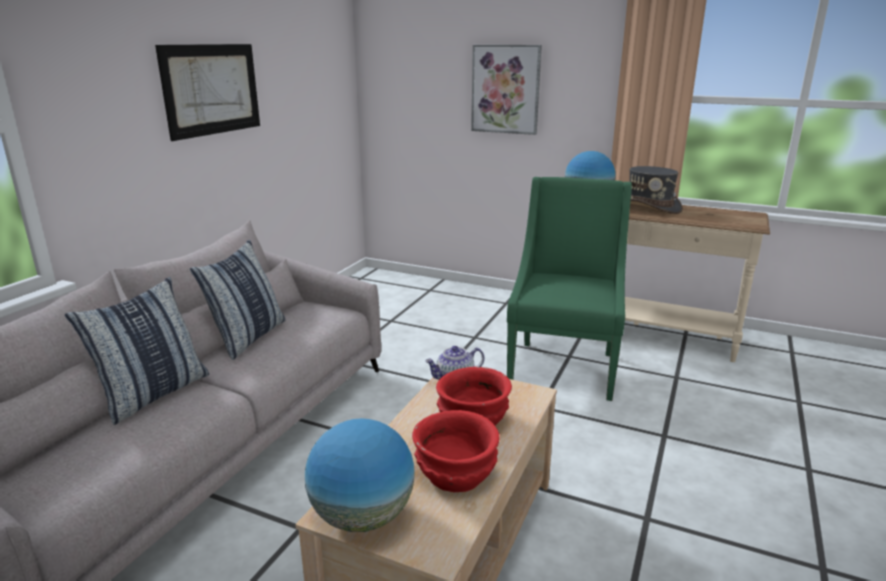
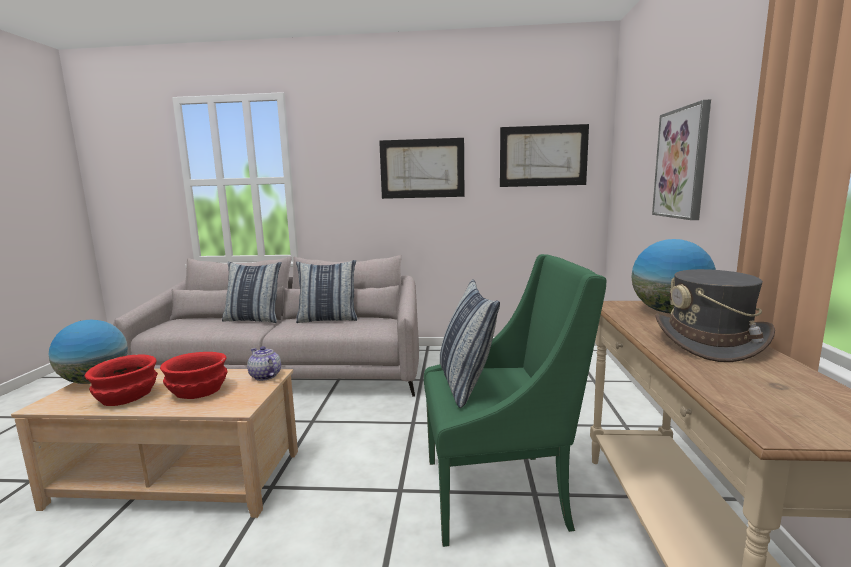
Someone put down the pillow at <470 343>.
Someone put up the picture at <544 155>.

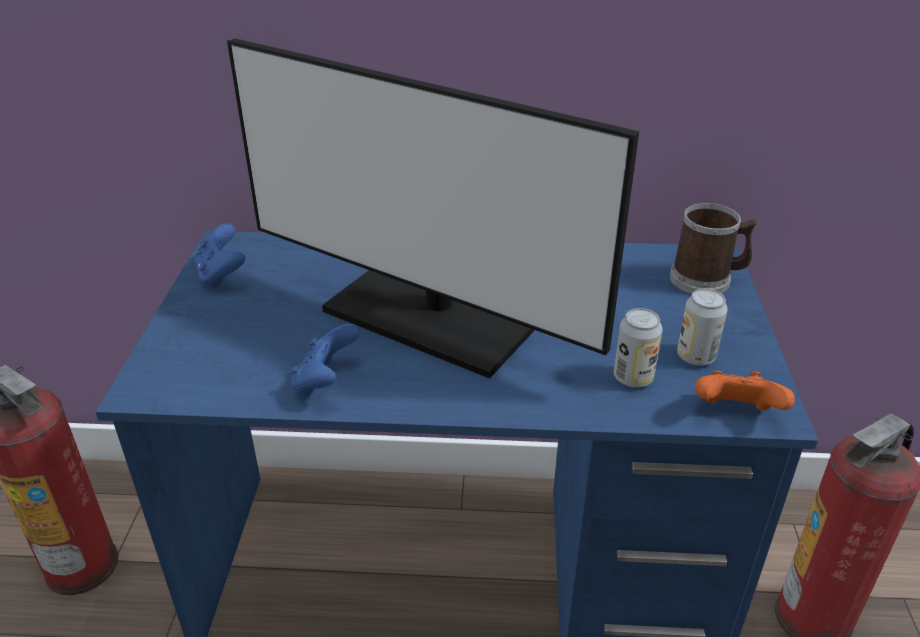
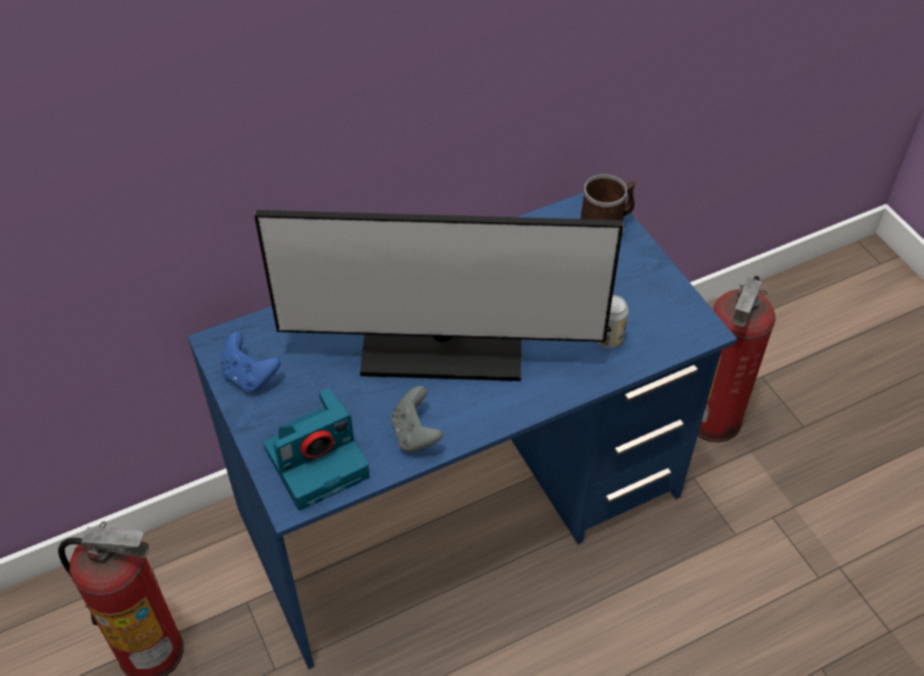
Someone repainted the game controller/blue at <325 359>, which became the game controller/grey at <417 419>.
Someone took away the can at <702 327>.
Someone took away the game controller/orange at <745 391>.
Someone put down the photo camera at <316 448>.

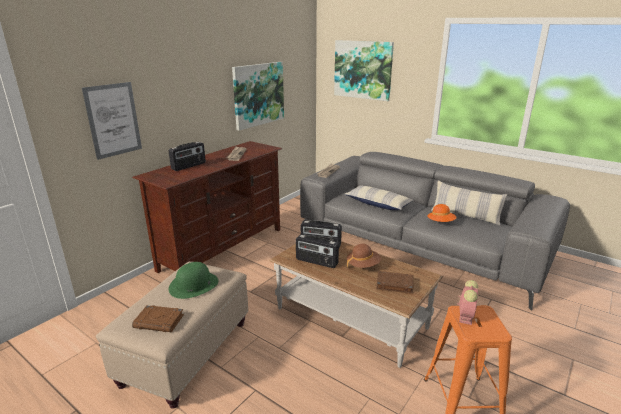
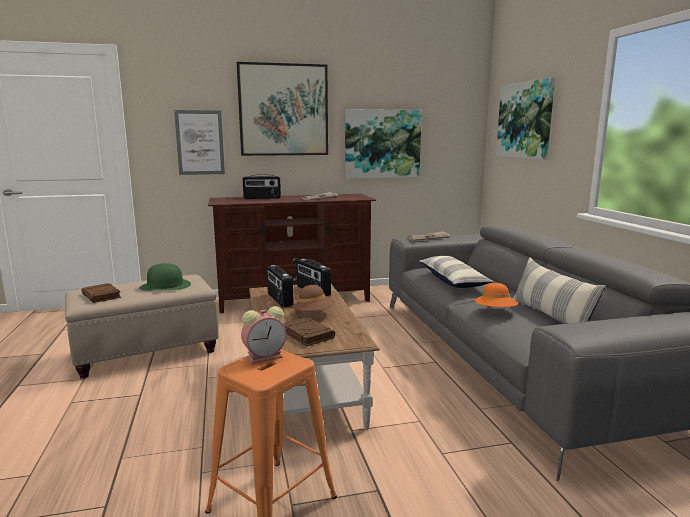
Someone put up the picture at <282 109>.

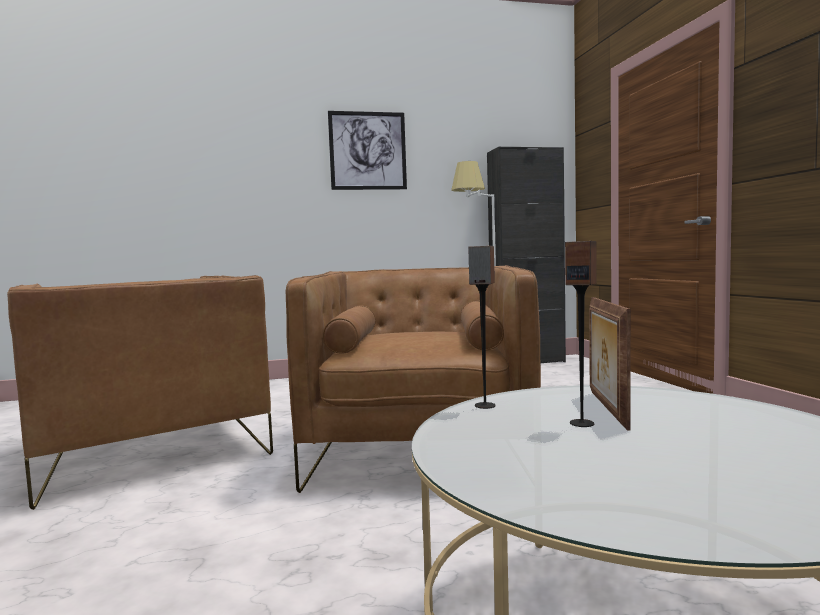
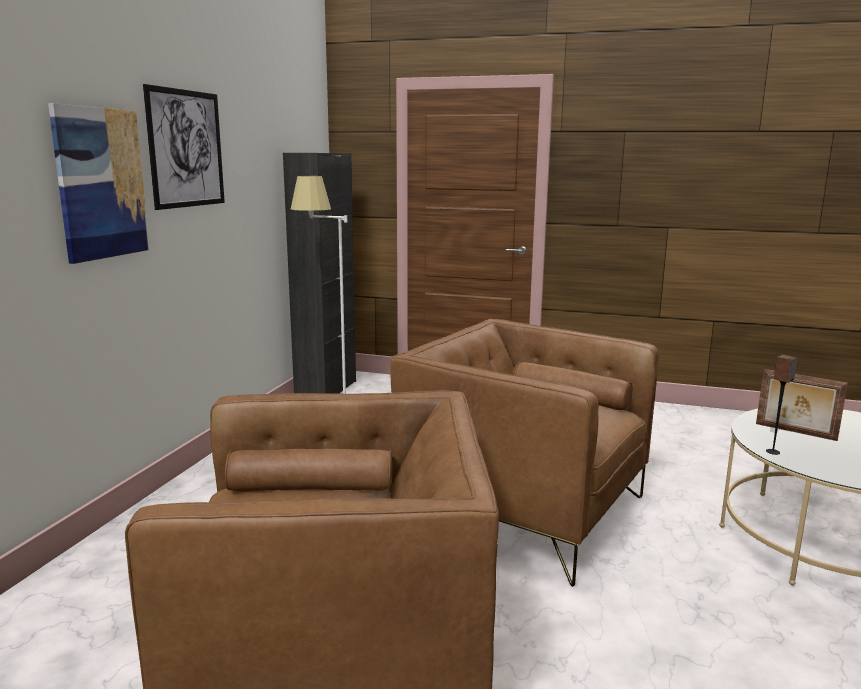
Someone took away the speaker at <581 334>.
Someone put up the picture at <99 183>.

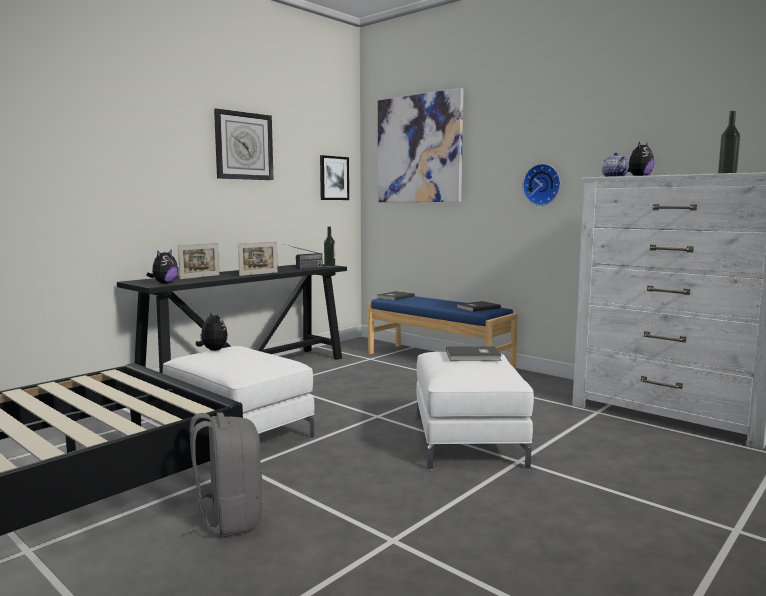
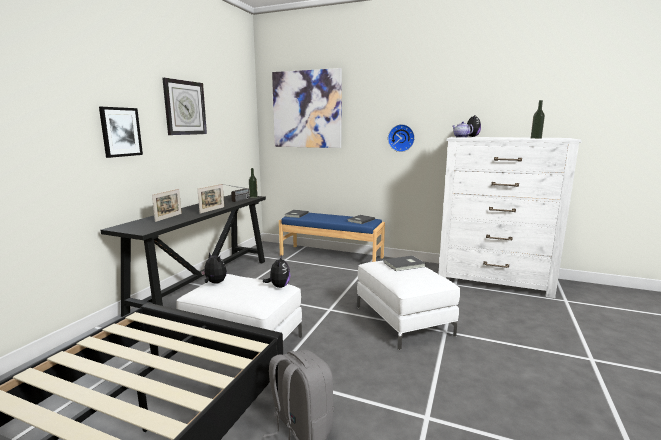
Someone carried the plush toy from <162 266> to <277 271>.
Someone carried the picture from <334 177> to <121 132>.

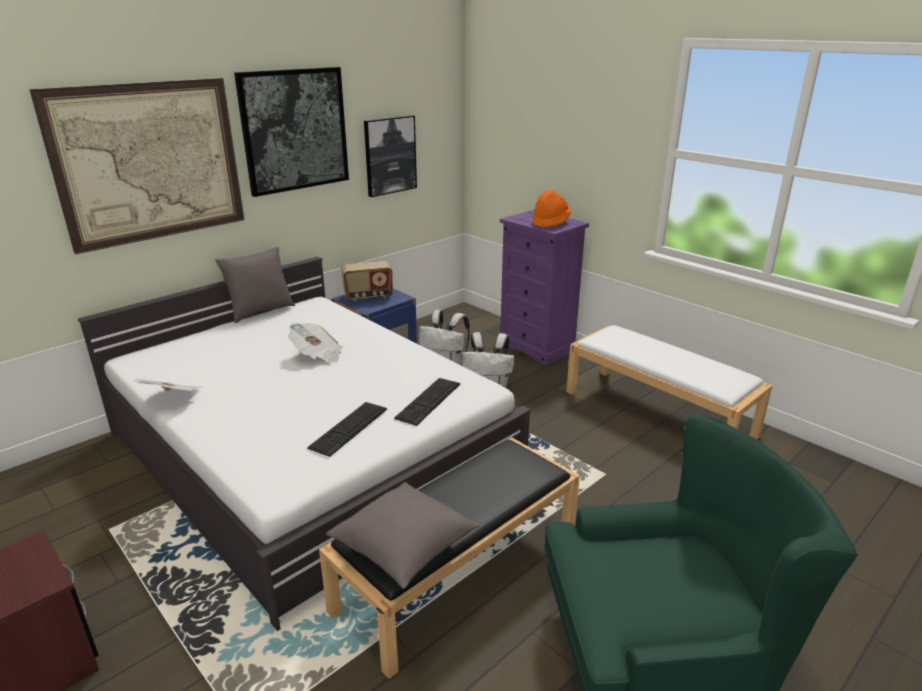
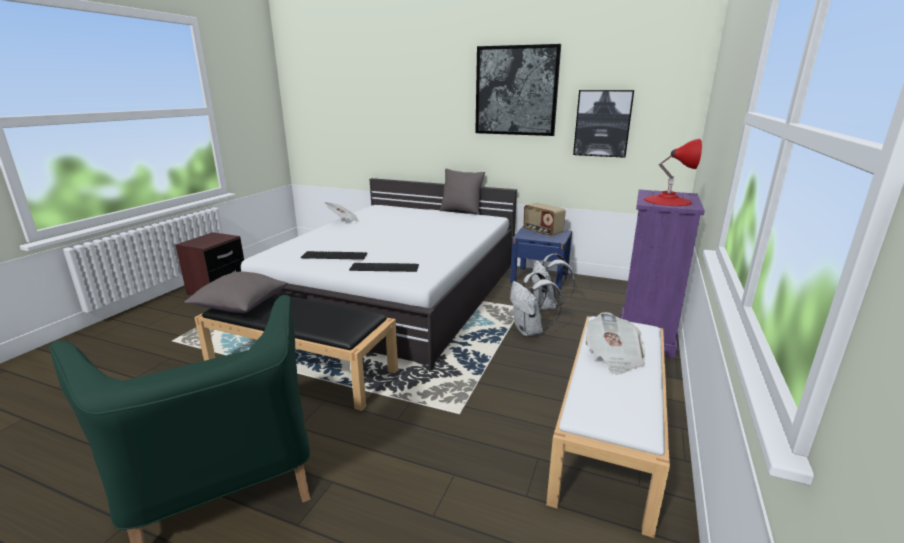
Someone took away the picture at <136 166>.
Someone carried the newspaper from <315 343> to <615 343>.
Someone swapped the hat/orange at <552 208> for the table lamp/red at <673 172>.

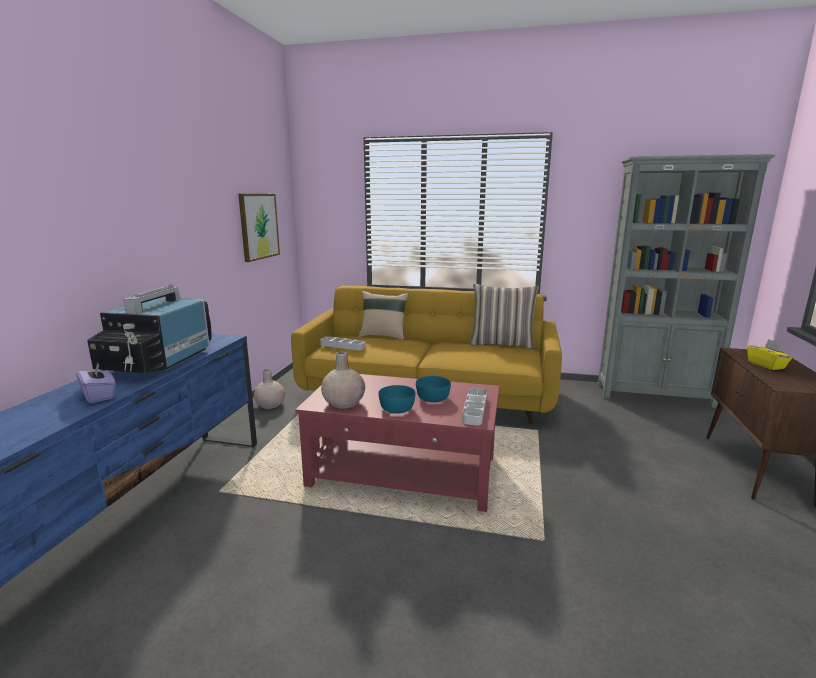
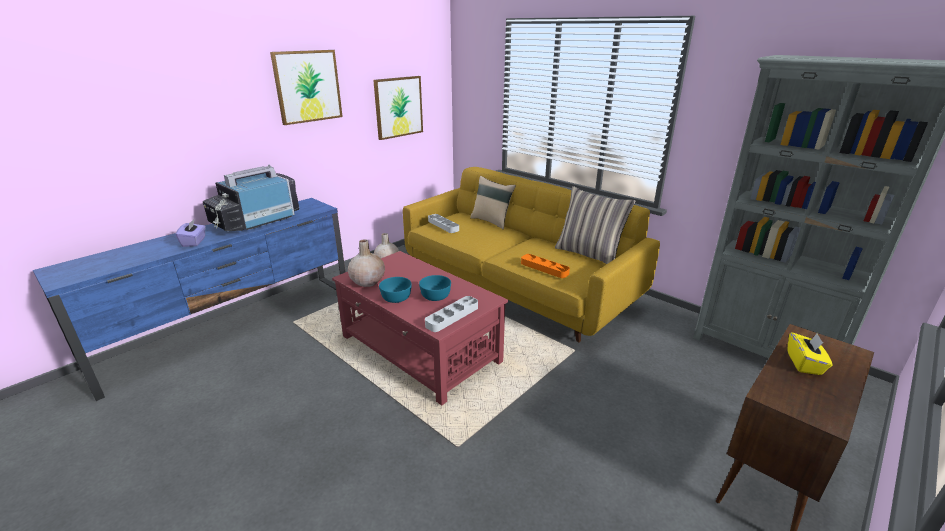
Someone put up the picture at <306 87>.
Someone put down the tray/orange at <545 266>.

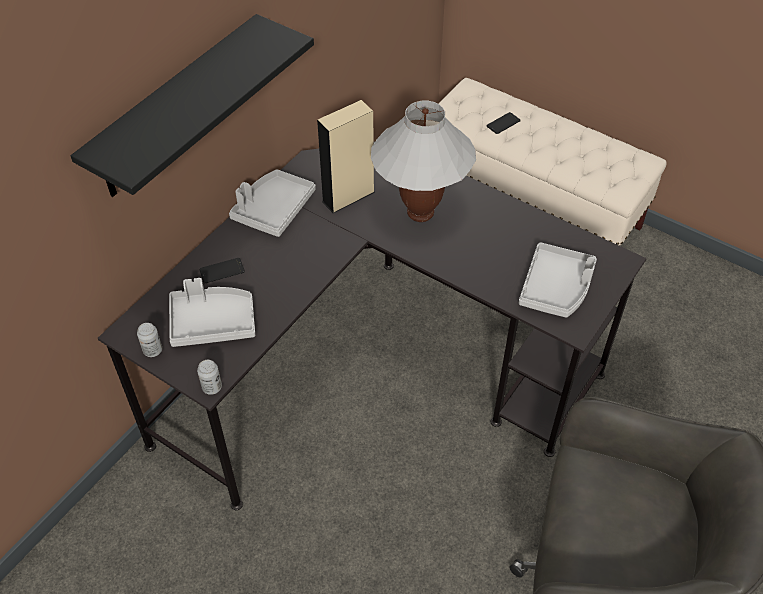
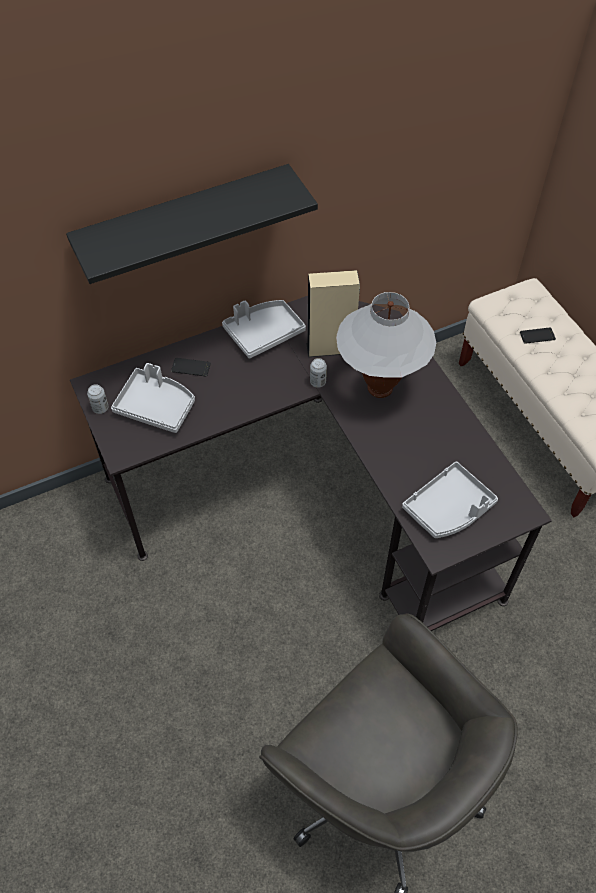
Someone carried the can from <209 377> to <318 373>.

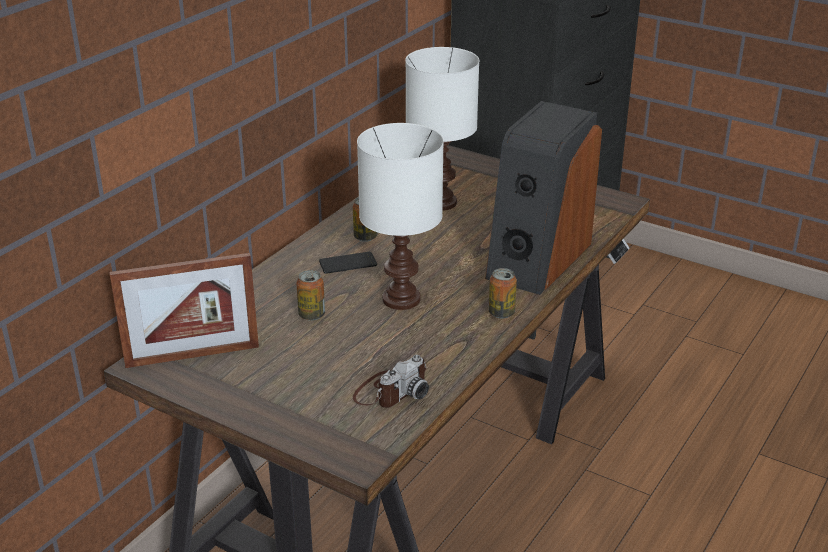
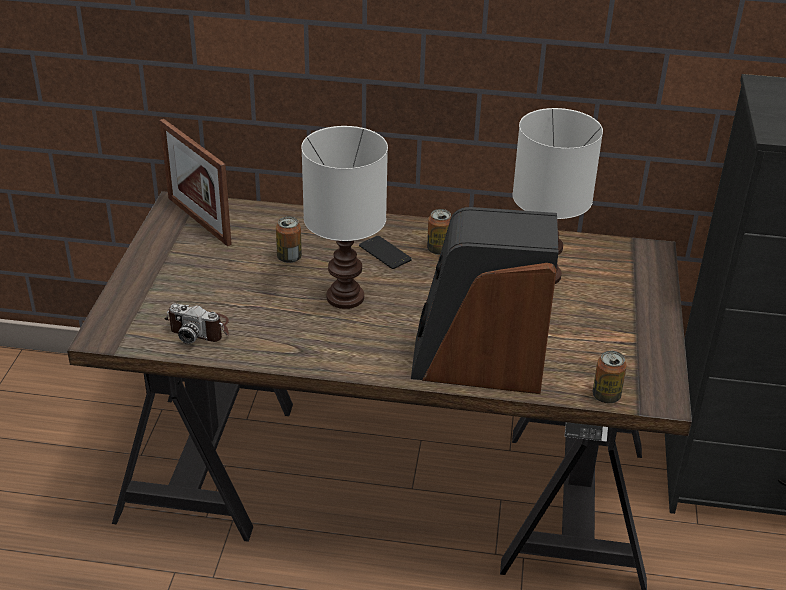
Someone carried the can from <503 293> to <610 377>.

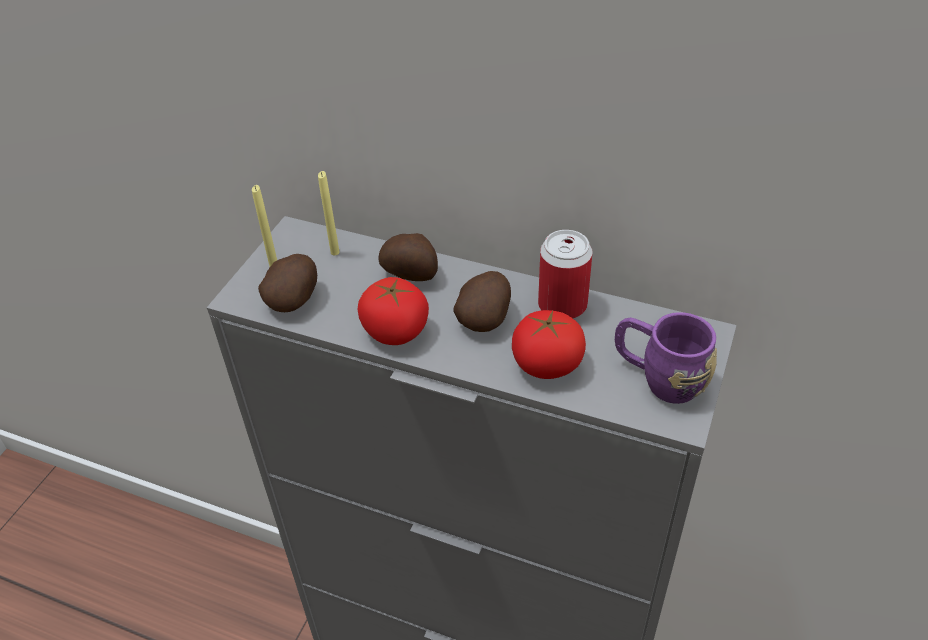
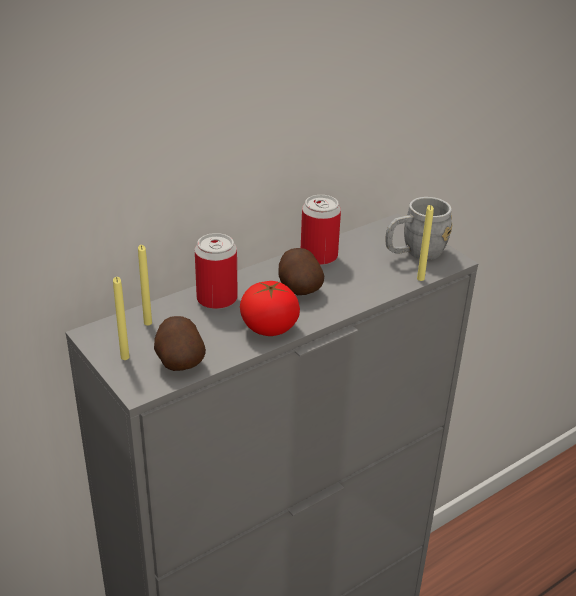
Someone swapped the potato at <408 257> for the can at <216 271>.
Someone took away the tomato at <549 344>.
Someone repainted the mug/purple at <666 358>, which became the mug/grey at <418 228>.
Someone put down the candle/yellow at <425 243>.

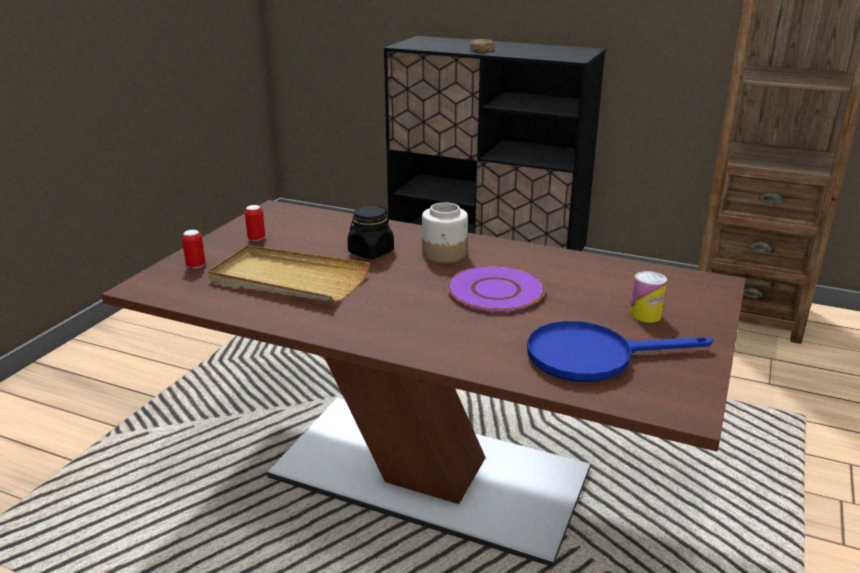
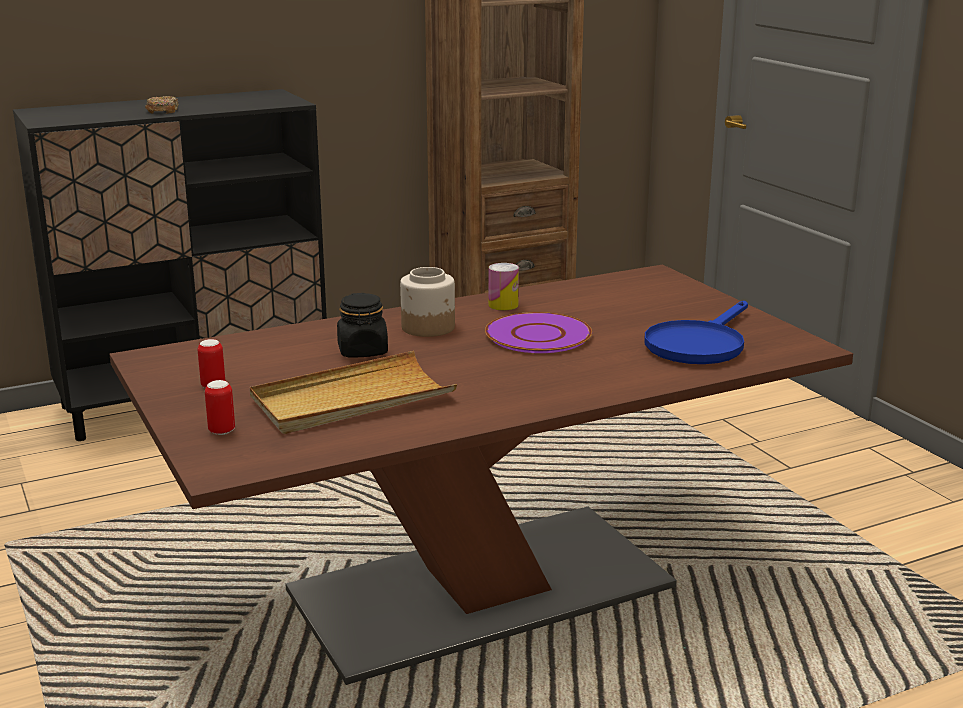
Someone carried the can from <648 297> to <503 287>.

